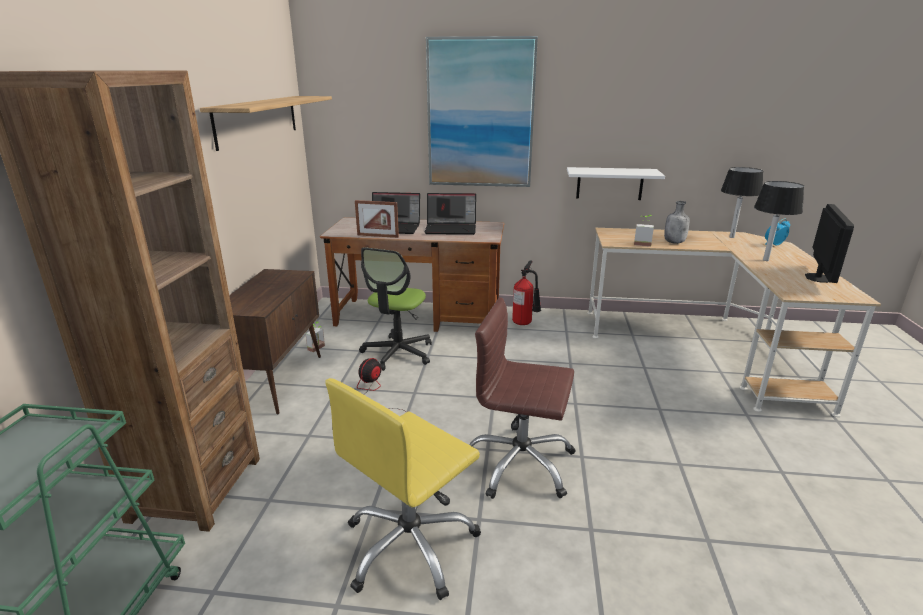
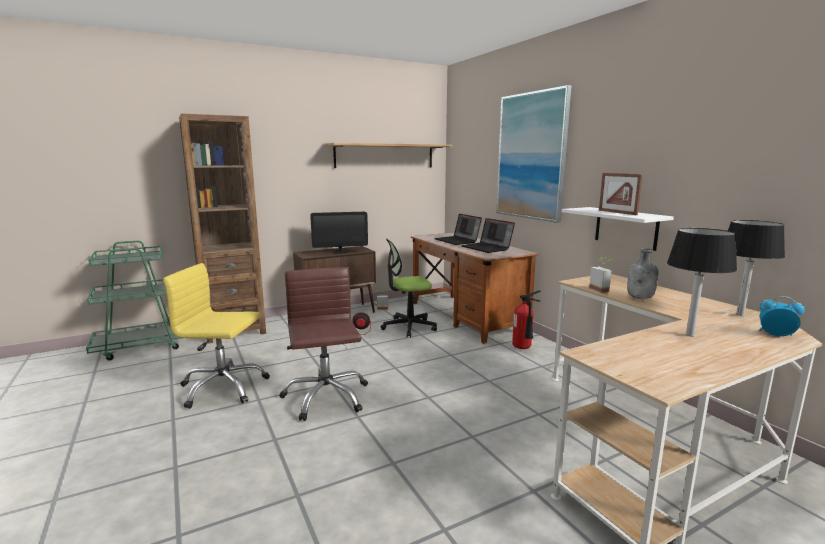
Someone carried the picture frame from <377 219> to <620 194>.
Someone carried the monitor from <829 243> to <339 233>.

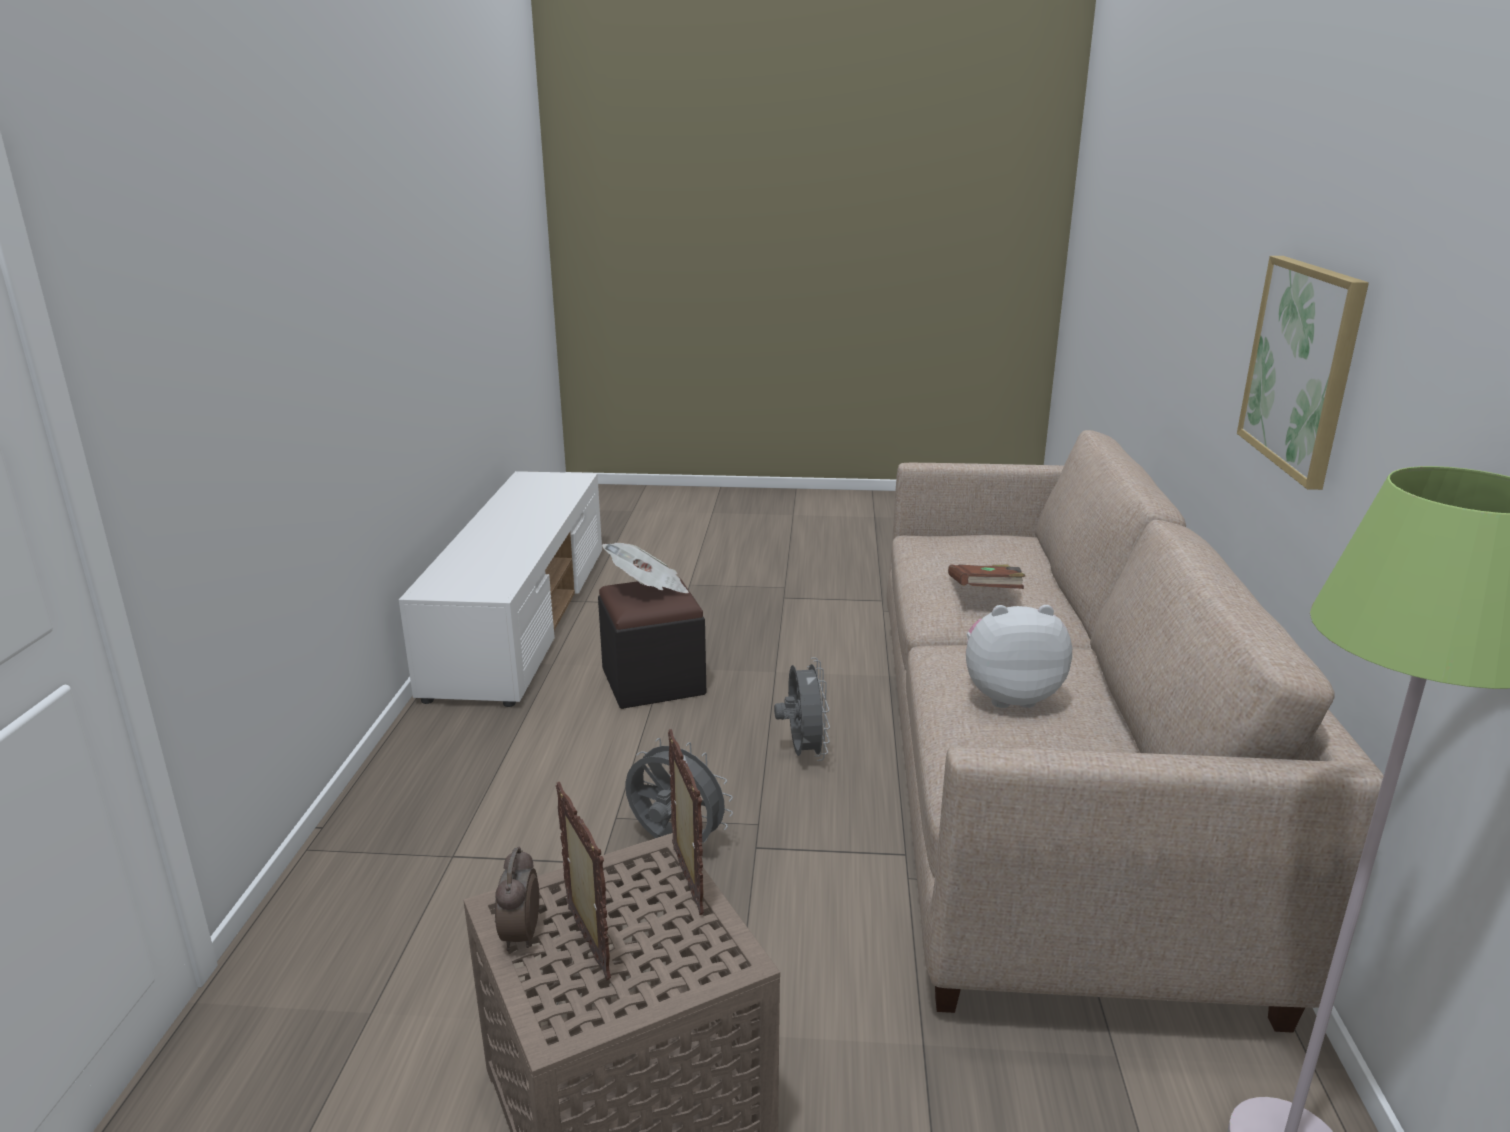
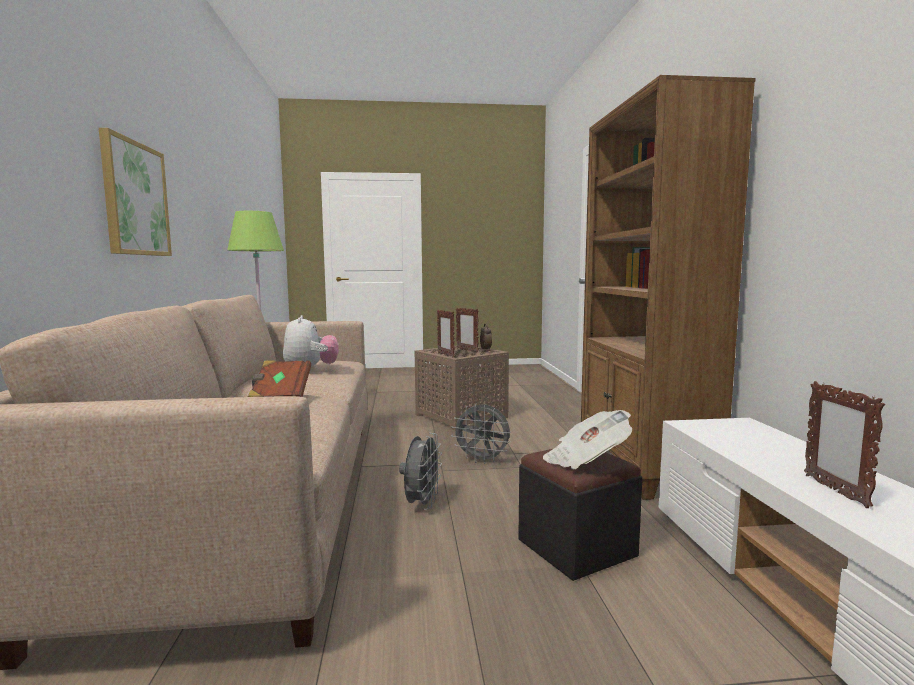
Someone rotated the fan/grey at <802 709> by 150 degrees counterclockwise.
Someone rotated the plush toy at <1019 656> by 90 degrees counterclockwise.
Someone put down the bookcase/brown at <668 287>.
Someone put down the picture frame at <844 444>.

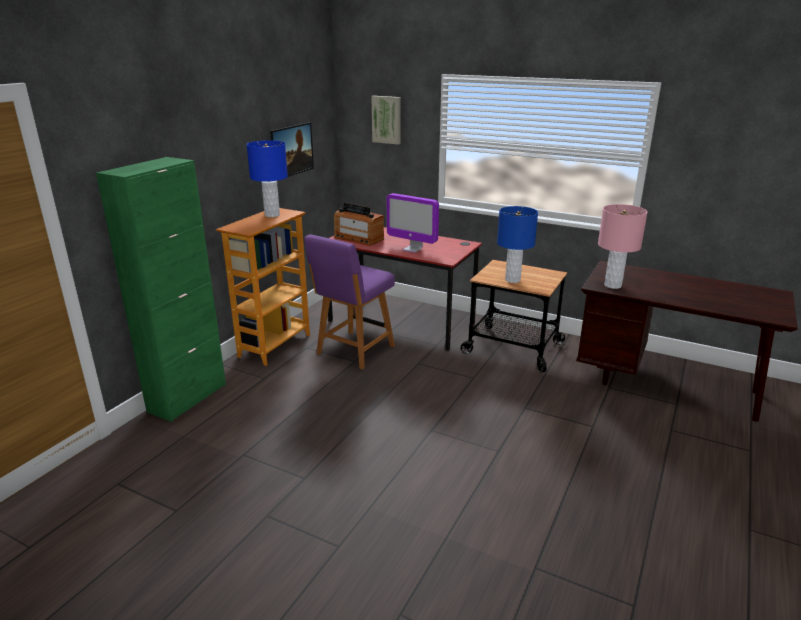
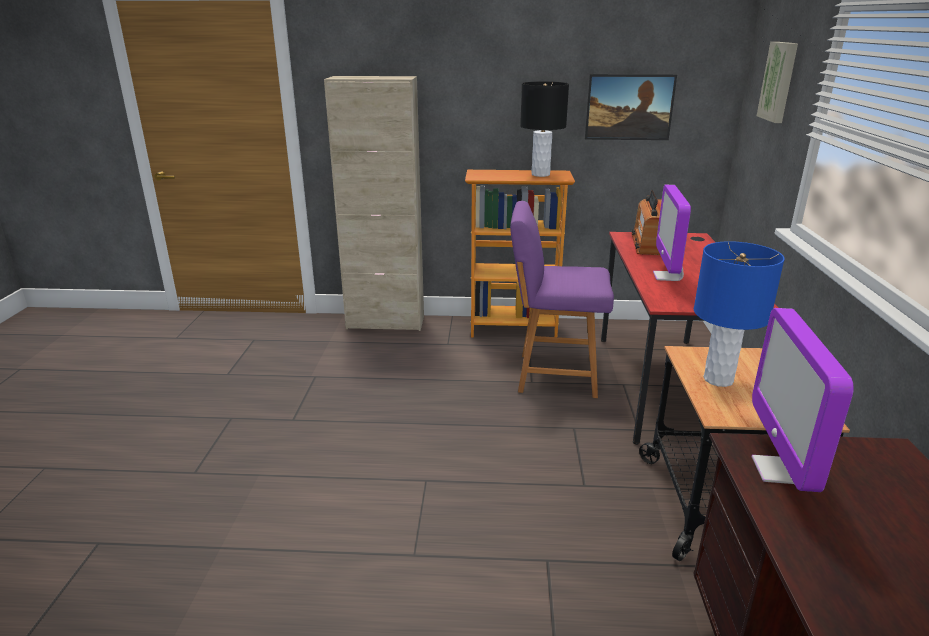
Someone repainted the cabinet/green at <161 289>, which became the cabinet/beige at <374 203>.
Someone repainted the table lamp/blue at <267 178>, which became the table lamp/black at <544 129>.
Someone swapped the table lamp/pink at <623 246> for the monitor at <803 400>.

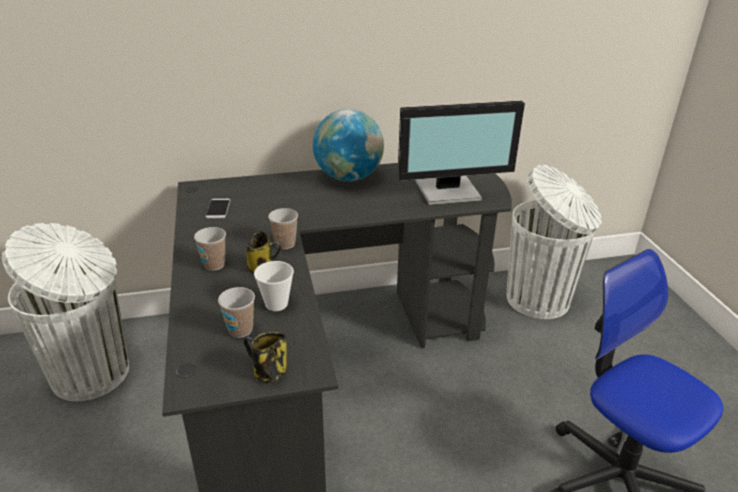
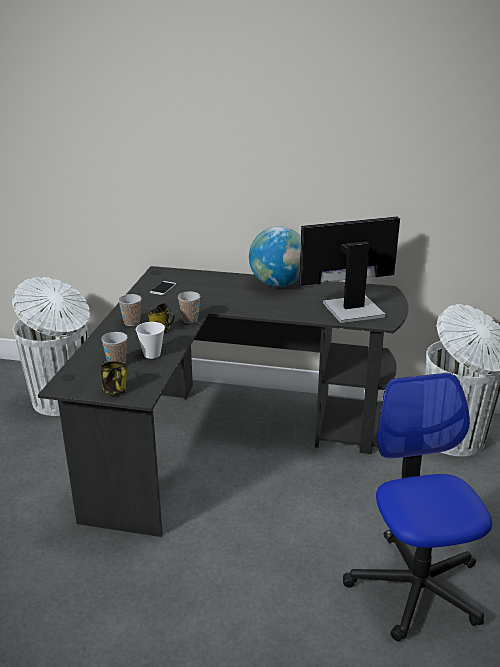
Someone rotated the monitor at <461 153> by 150 degrees clockwise.

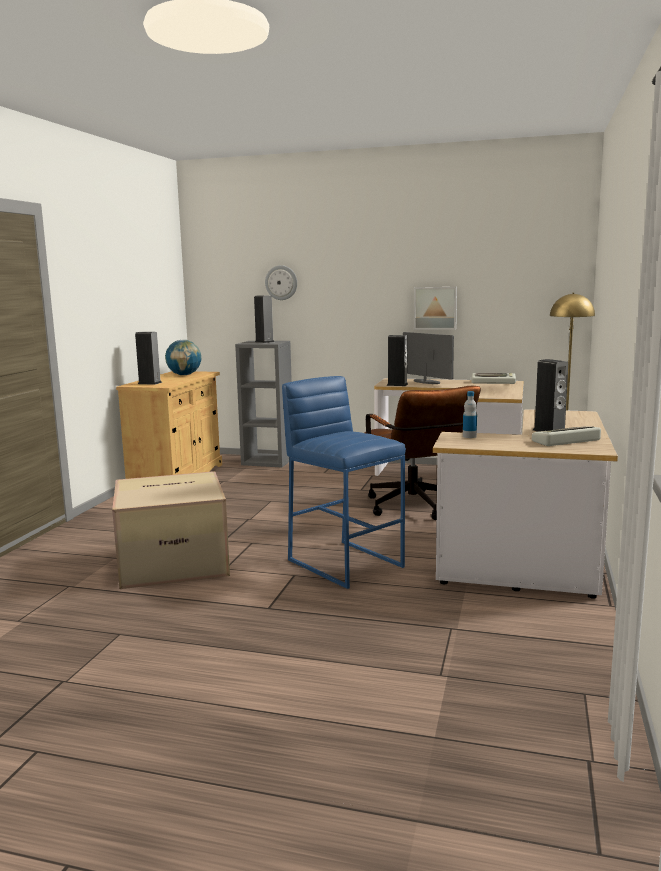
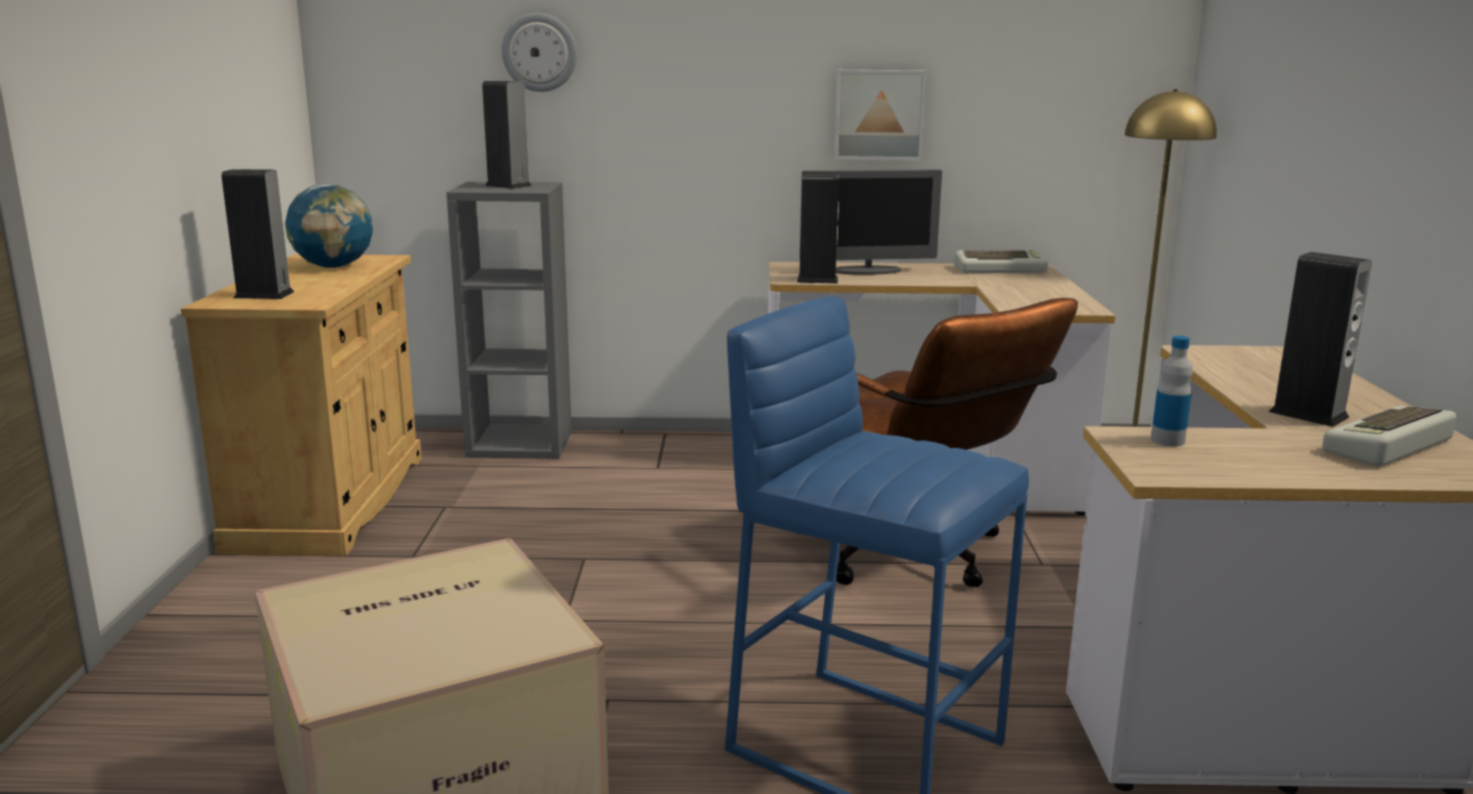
Someone rotated the monitor at <428 358> by 135 degrees clockwise.

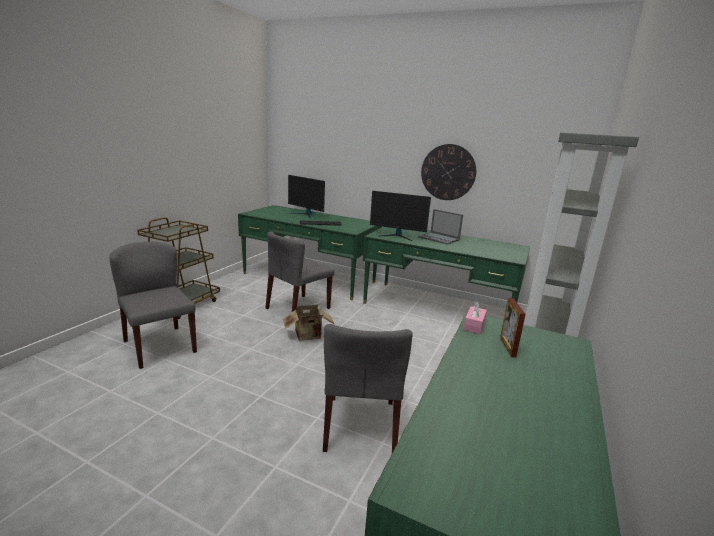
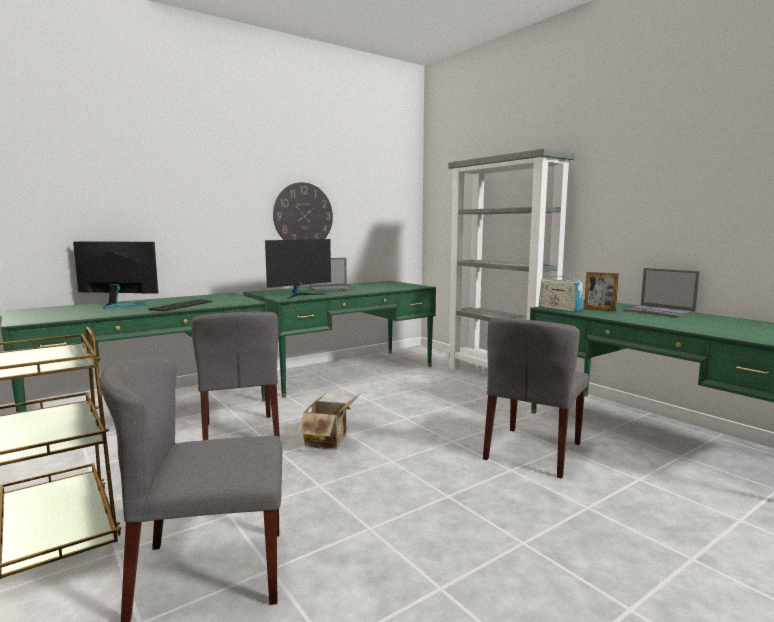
Someone rotated the monitor at <306 196> by 150 degrees counterclockwise.
Someone rotated the chair/grey at <368 388> by 90 degrees clockwise.
Someone swapped the tissue box/pink at <475 317> for the radio at <561 292>.
Someone put down the laptop at <661 293>.

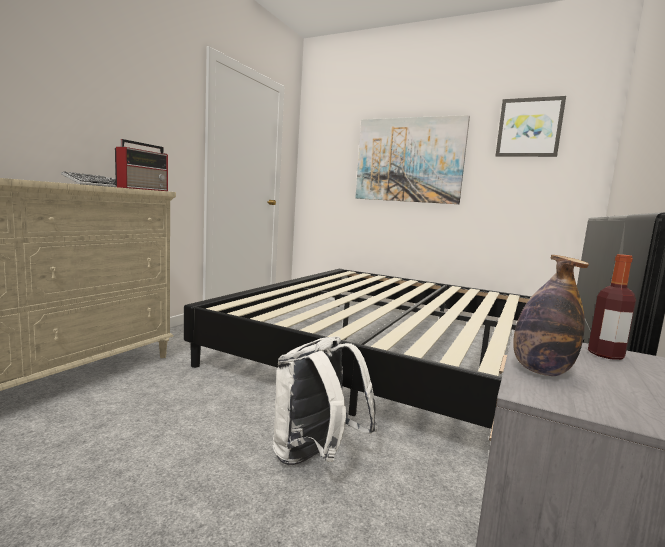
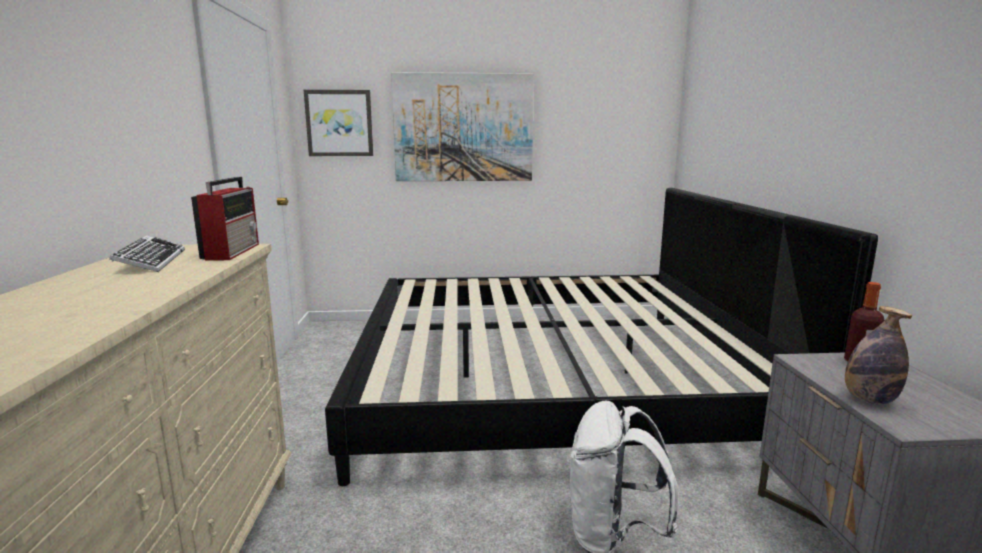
Someone carried the picture from <531 126> to <338 123>.

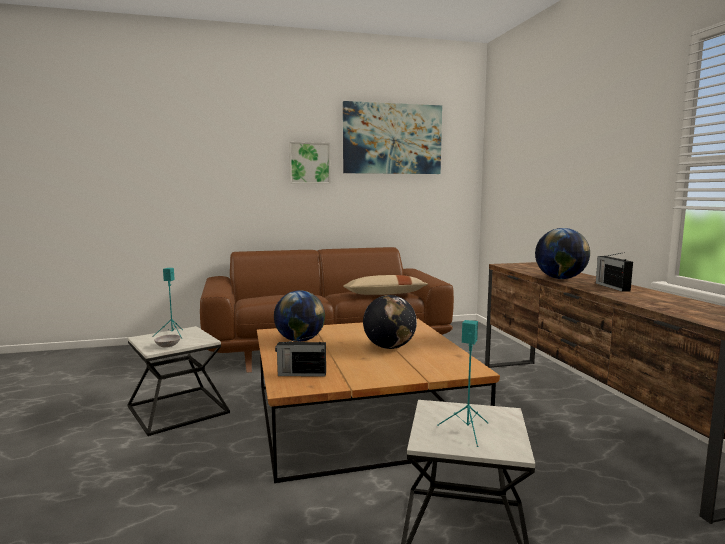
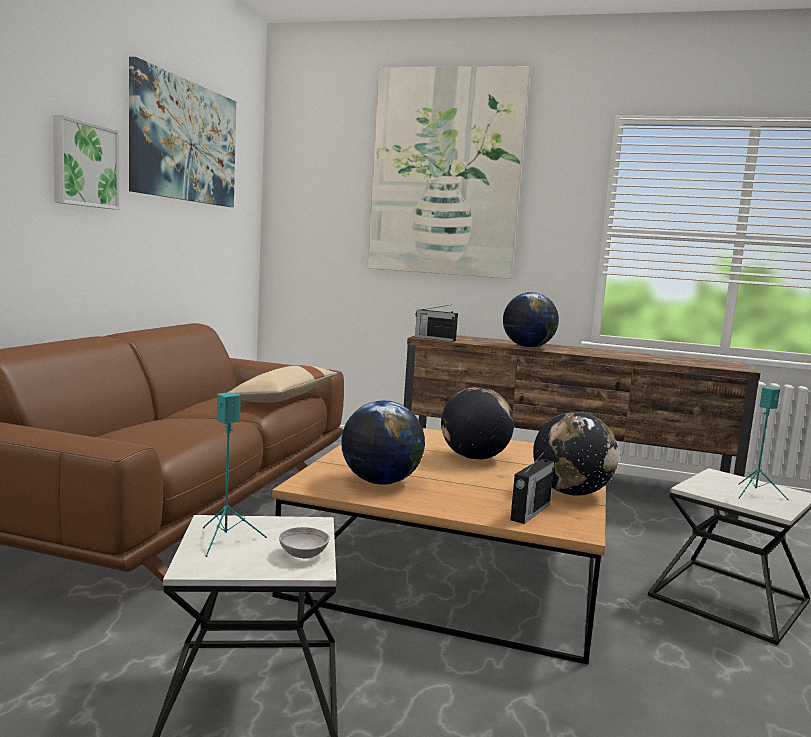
Someone carried the radio from <614 272> to <436 323>.
Someone put up the picture at <449 172>.
Someone put down the globe at <576 454>.

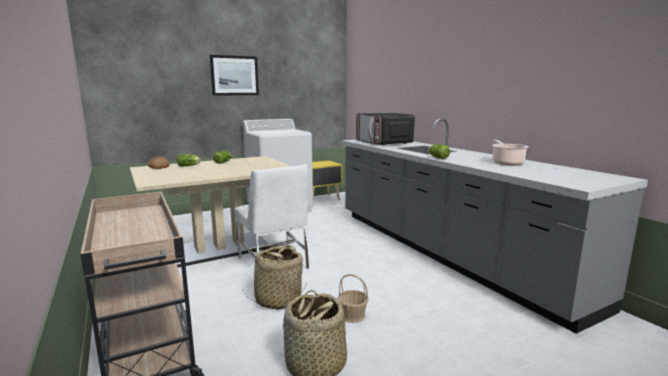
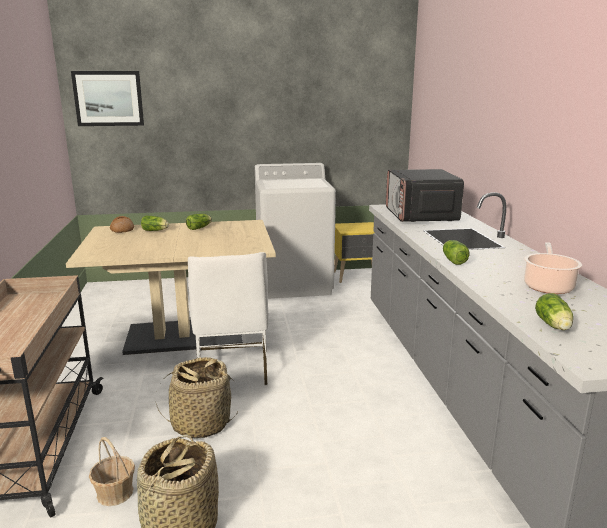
Someone carried the picture from <234 75> to <107 98>.
Someone carried the basket from <353 298> to <112 471>.
Someone put down the lettuce at <554 311>.

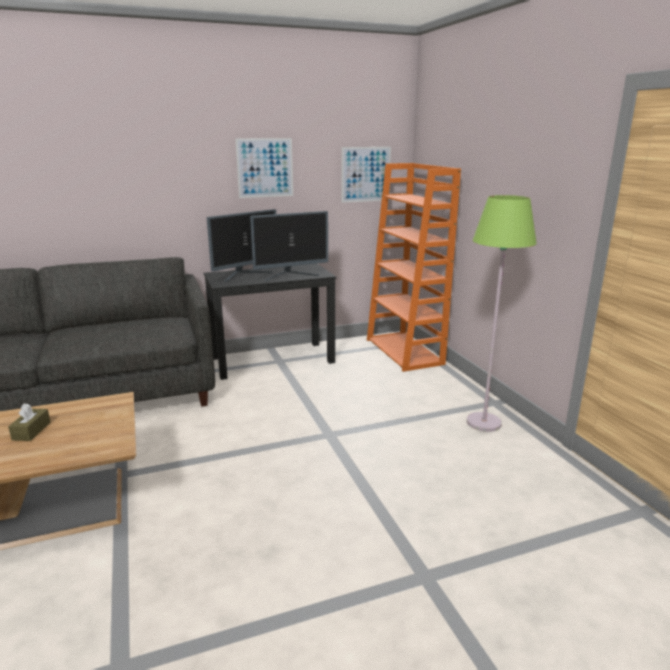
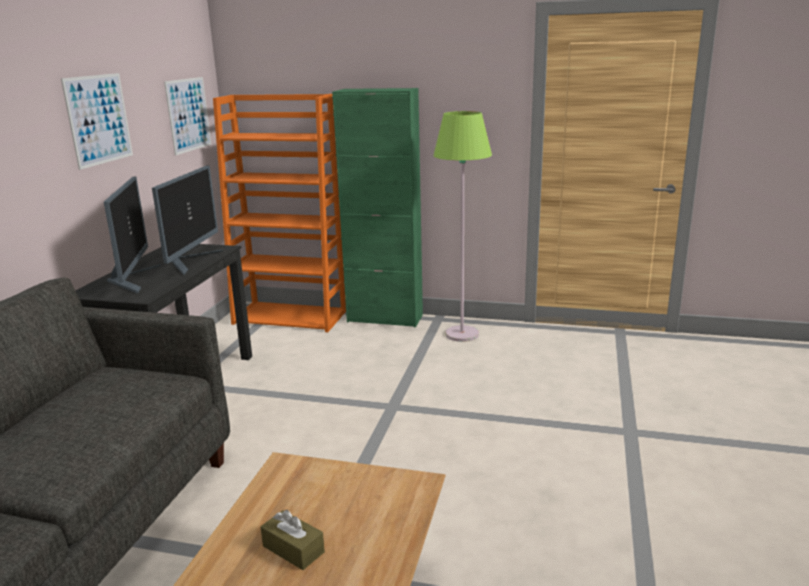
Someone put down the cabinet/green at <377 208>.

